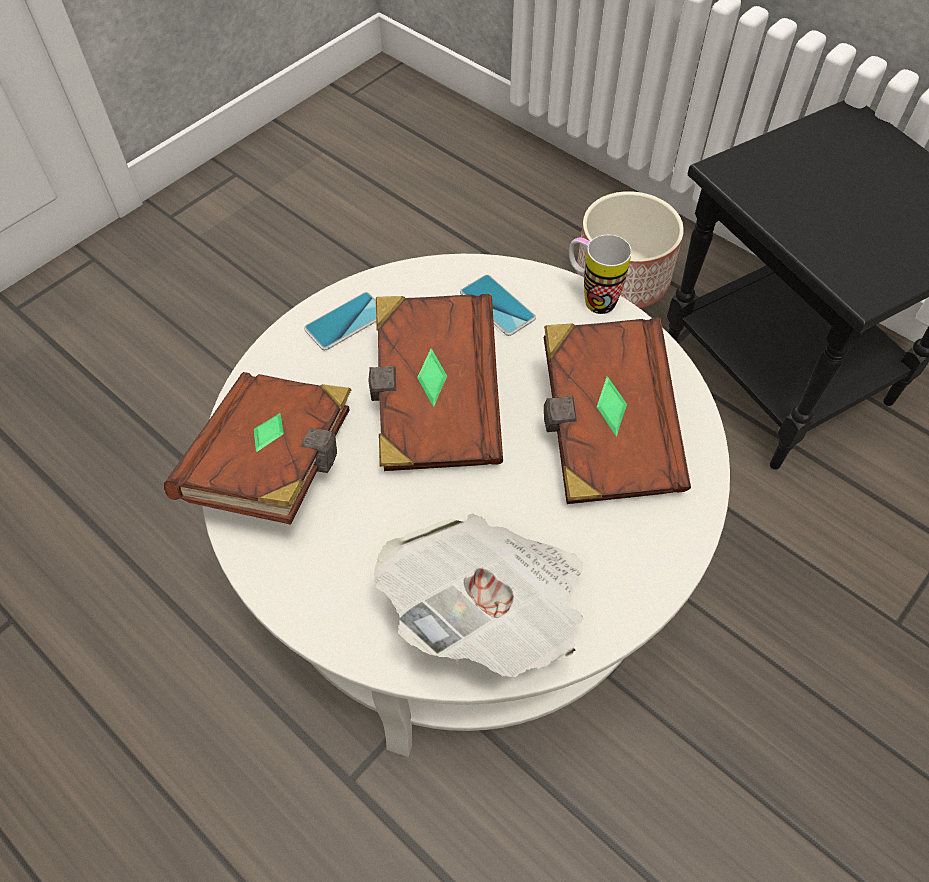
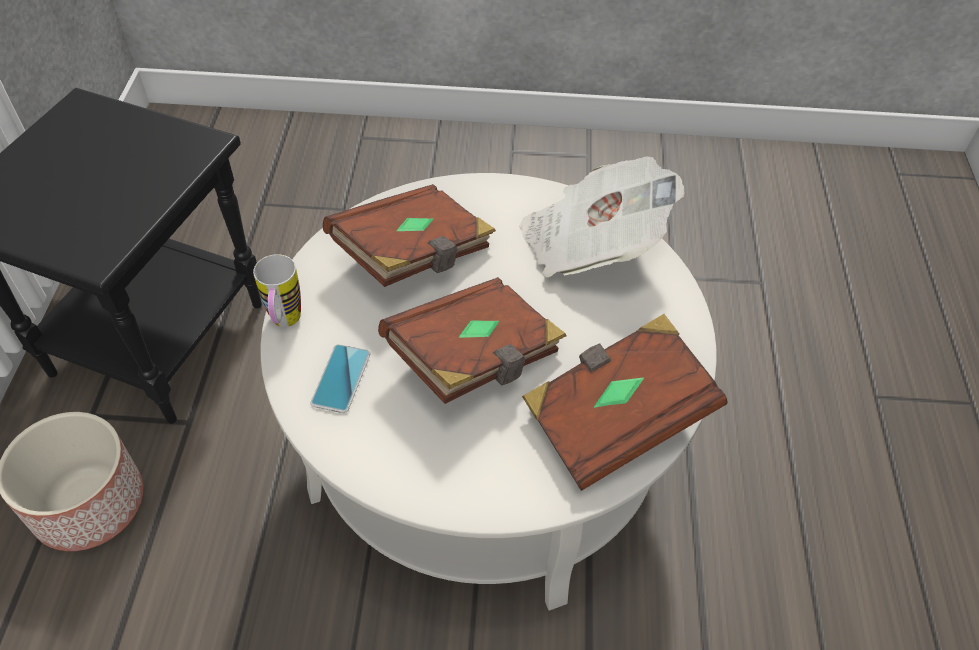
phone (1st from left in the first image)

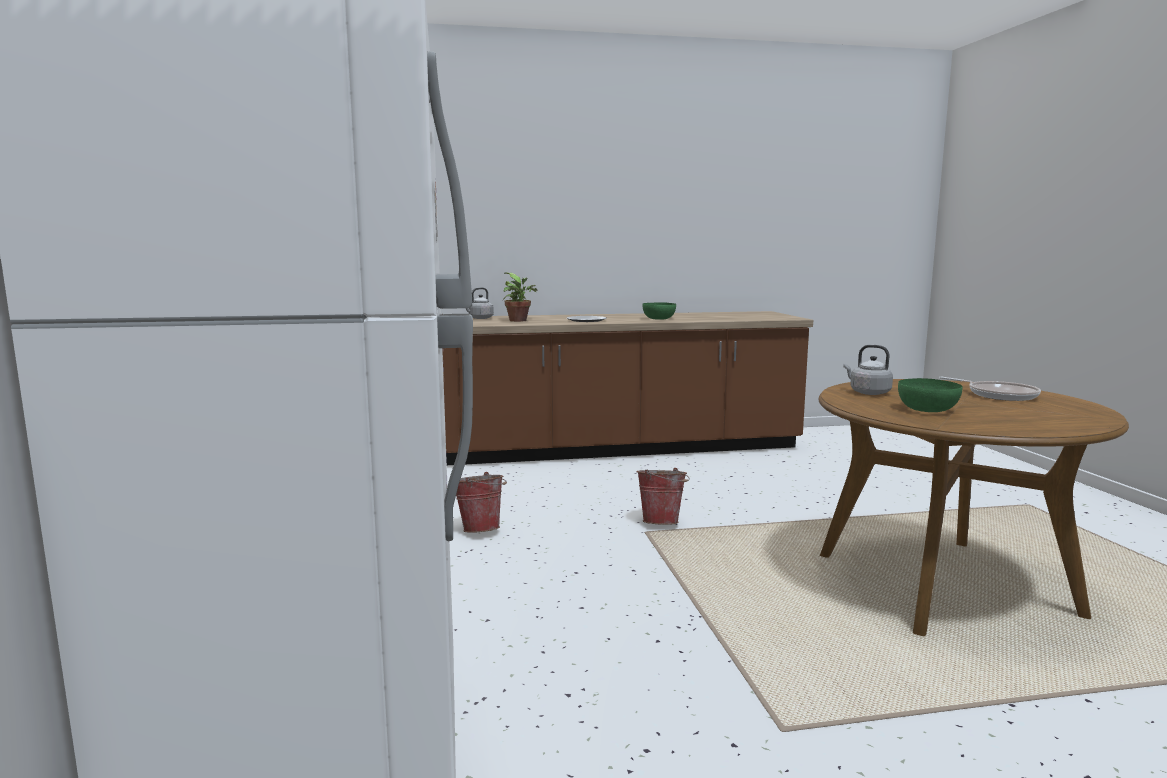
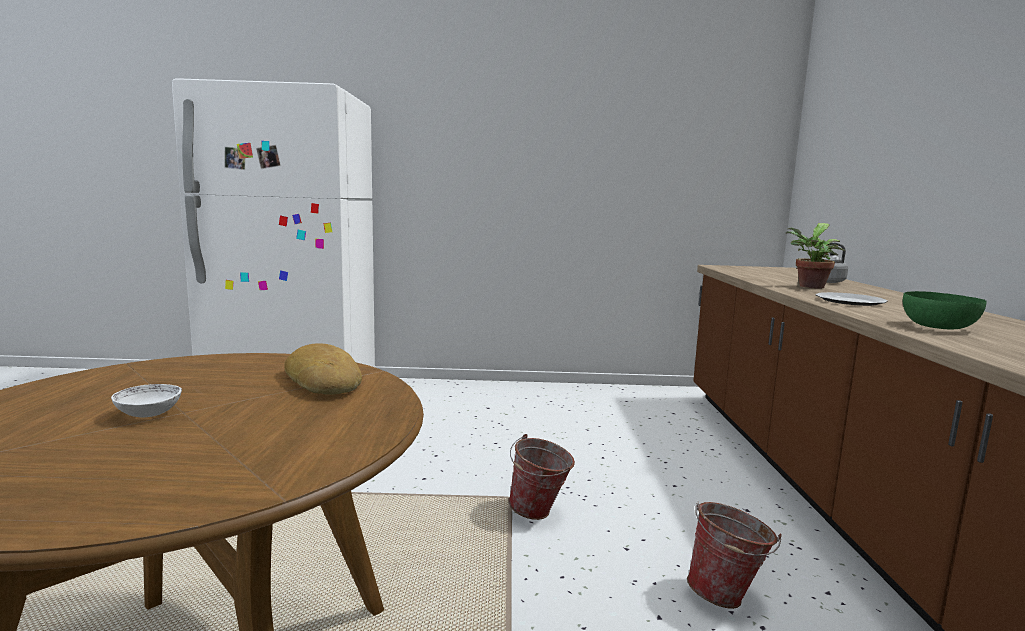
bread
frying pan
bowl in green (2nd from left in the first image)
bucket (2nd from left)
bowl in white

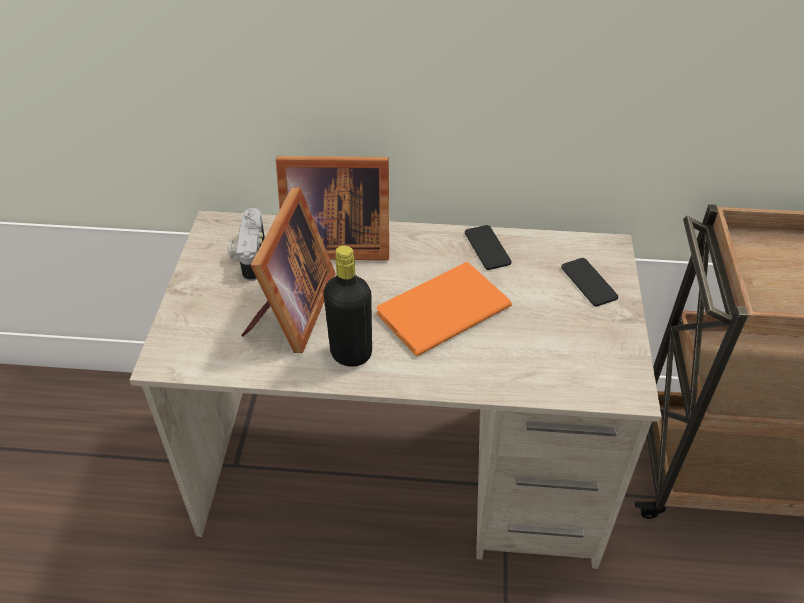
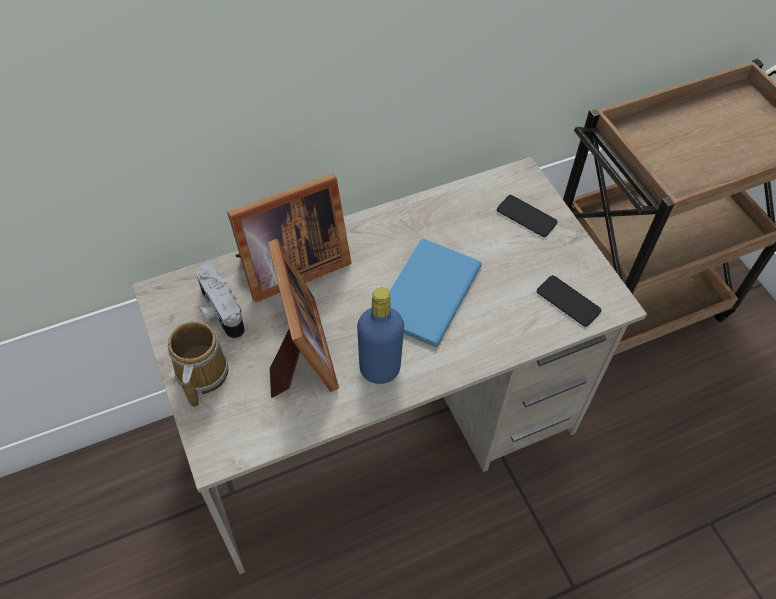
phone (2nd from left)
bottle in blue
book in blue
mug

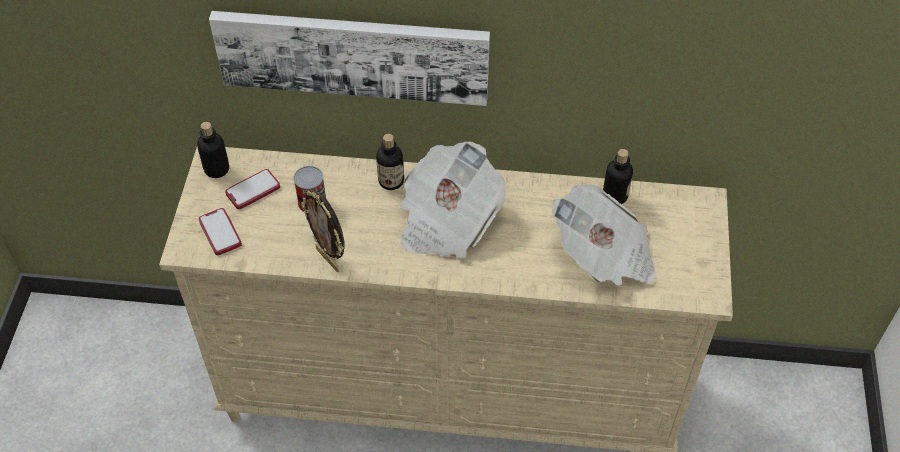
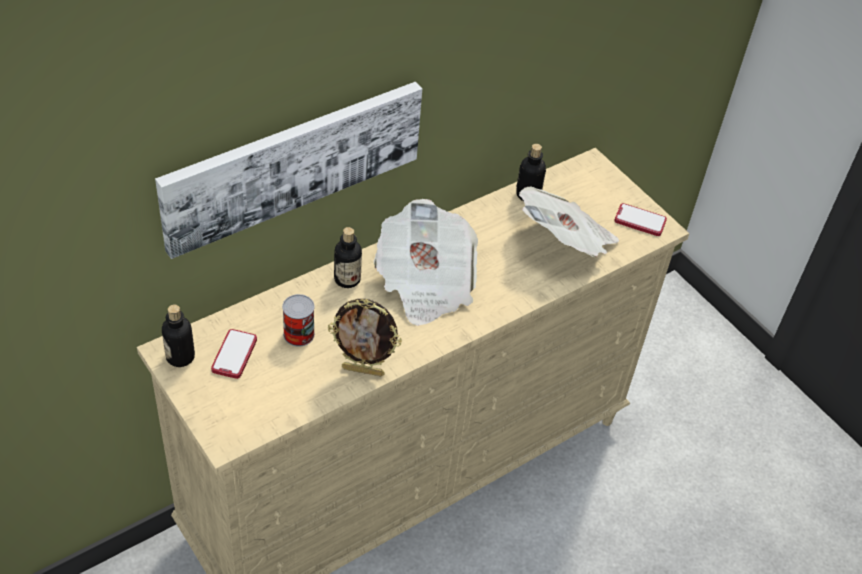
phone (2nd from left)

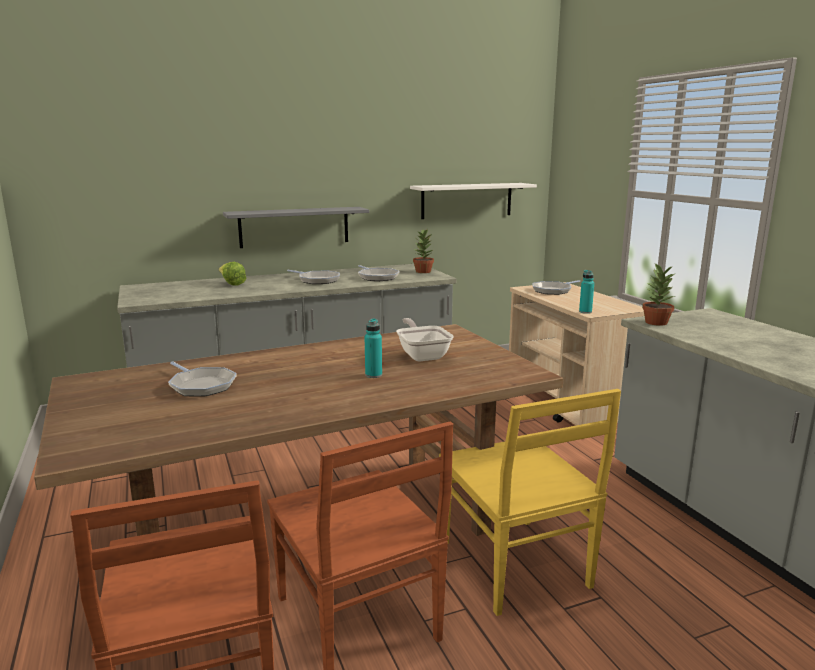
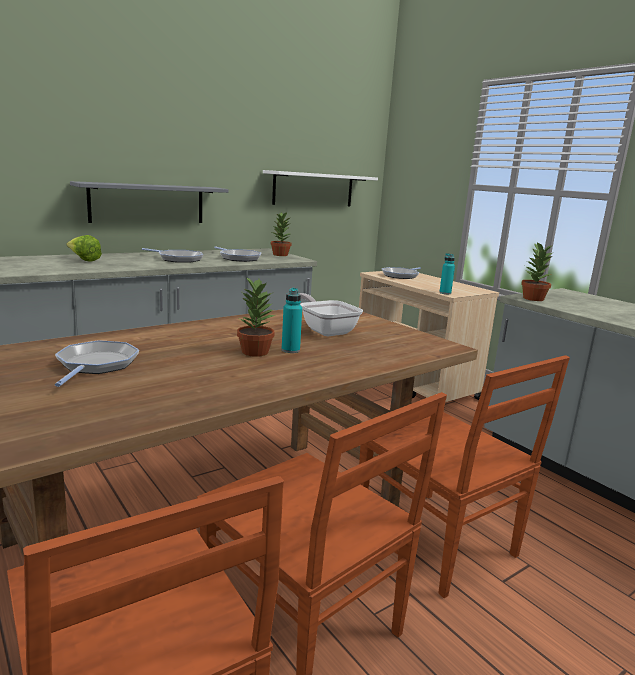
frying pan (1st from left)
chair in brown (3rd from left)
potted plant (1st from left)

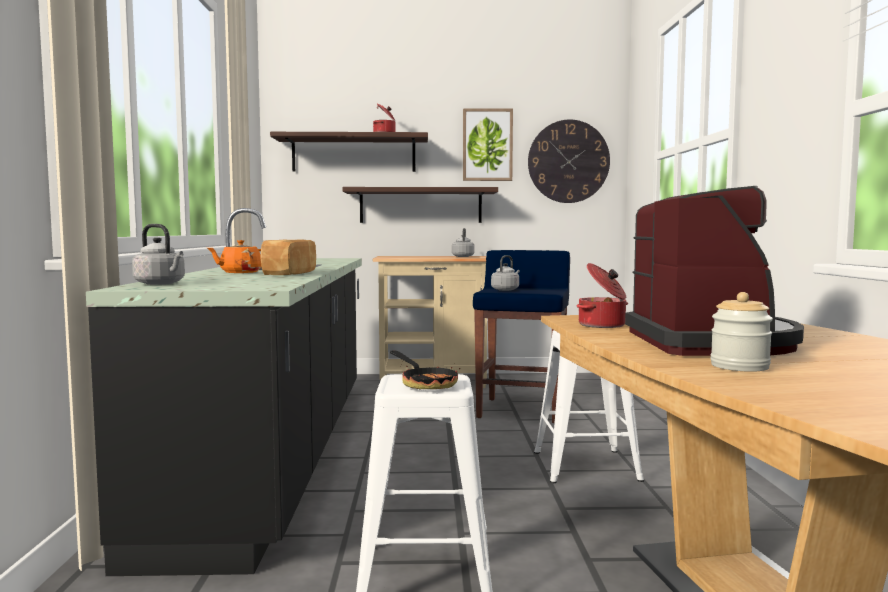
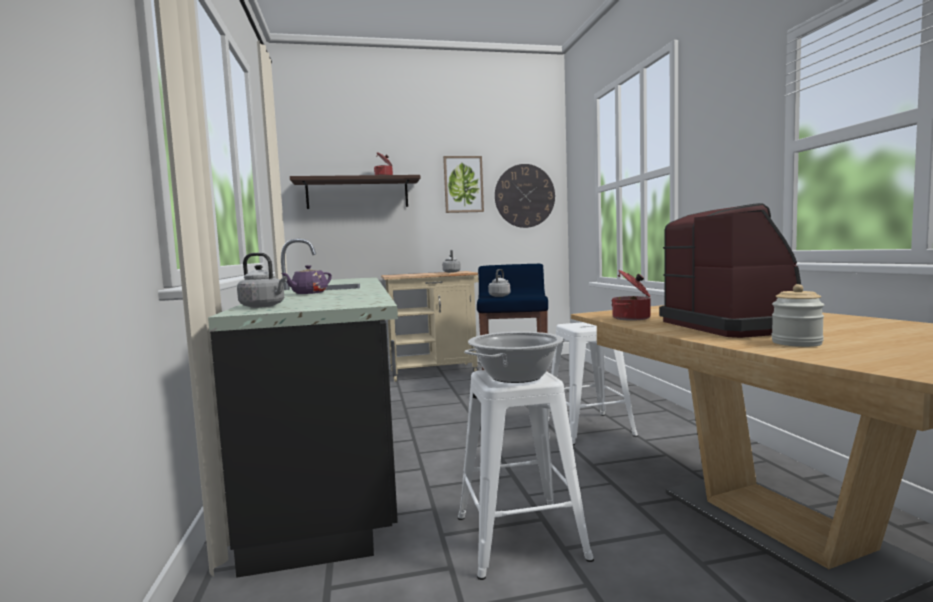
shelf (2nd from left in the first image)
teapot in purple
bread
cooking pot (2nd from left)

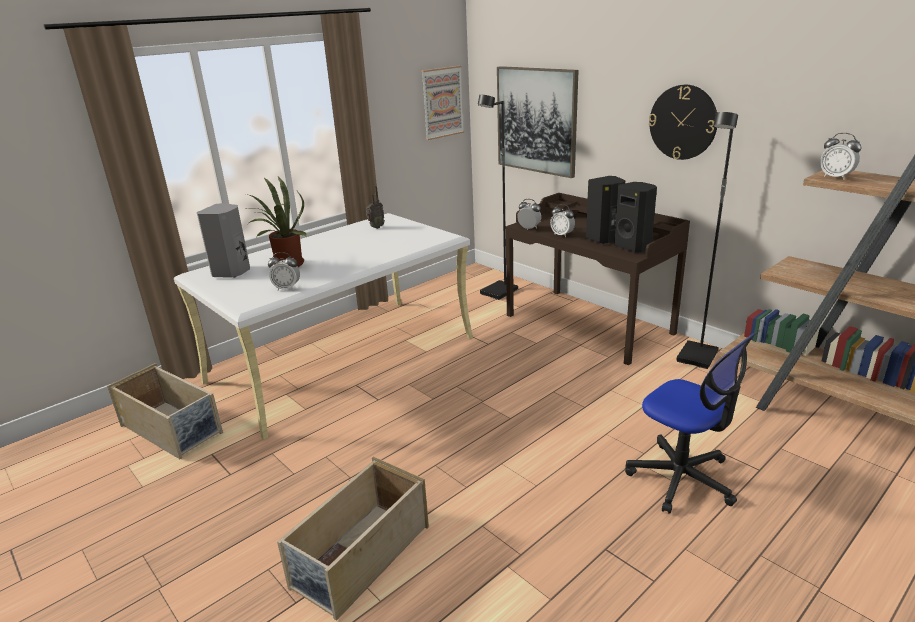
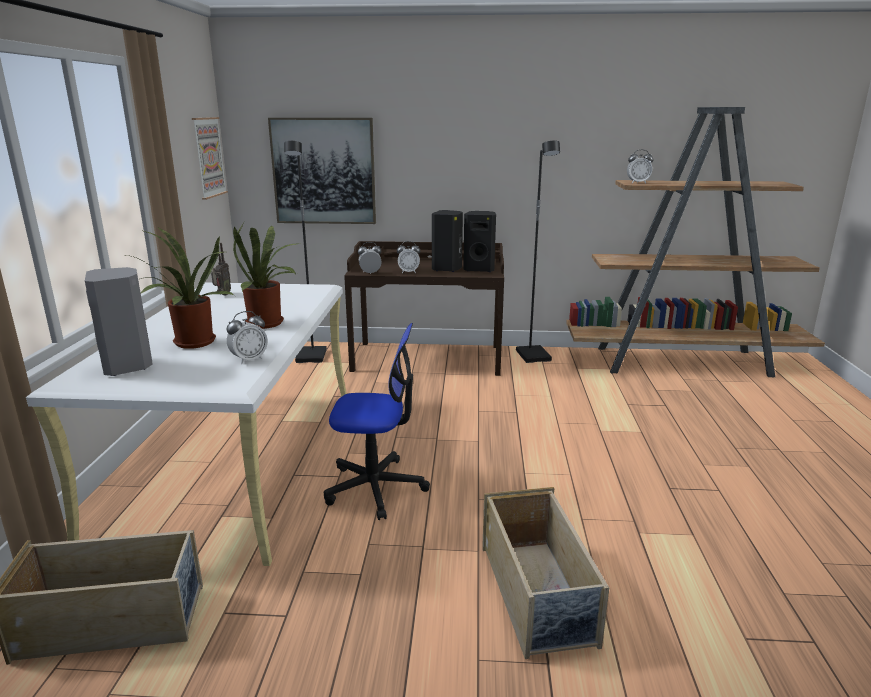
wall clock
office chair
potted plant (2nd from left)

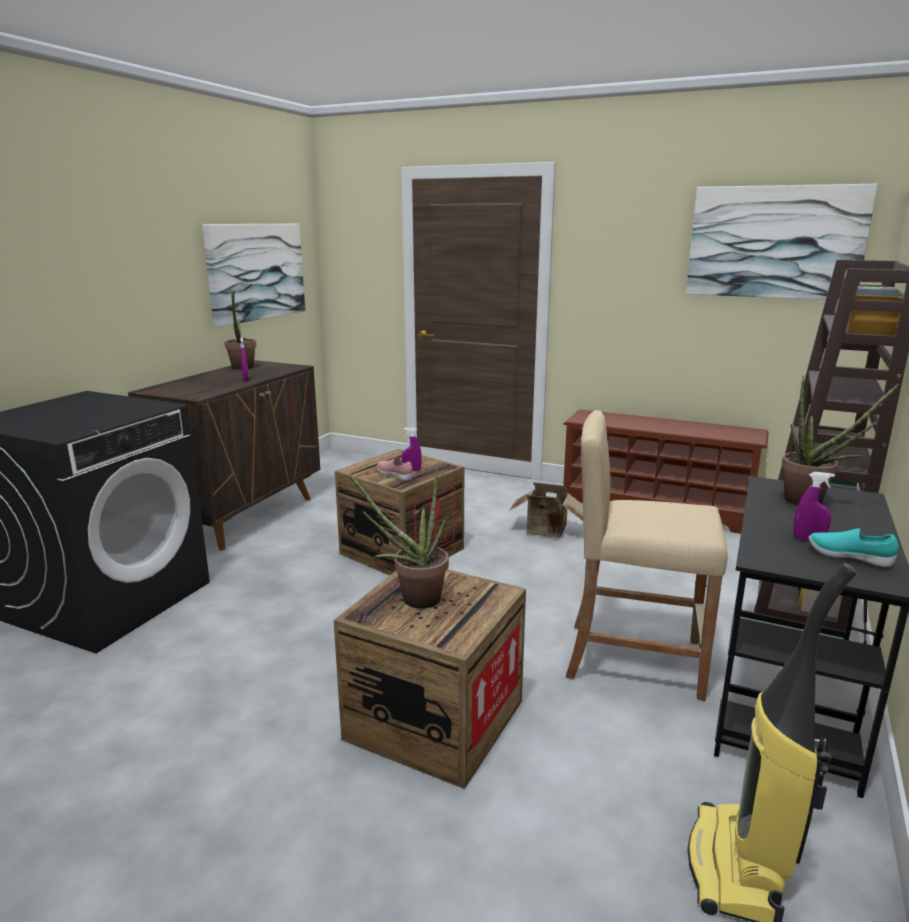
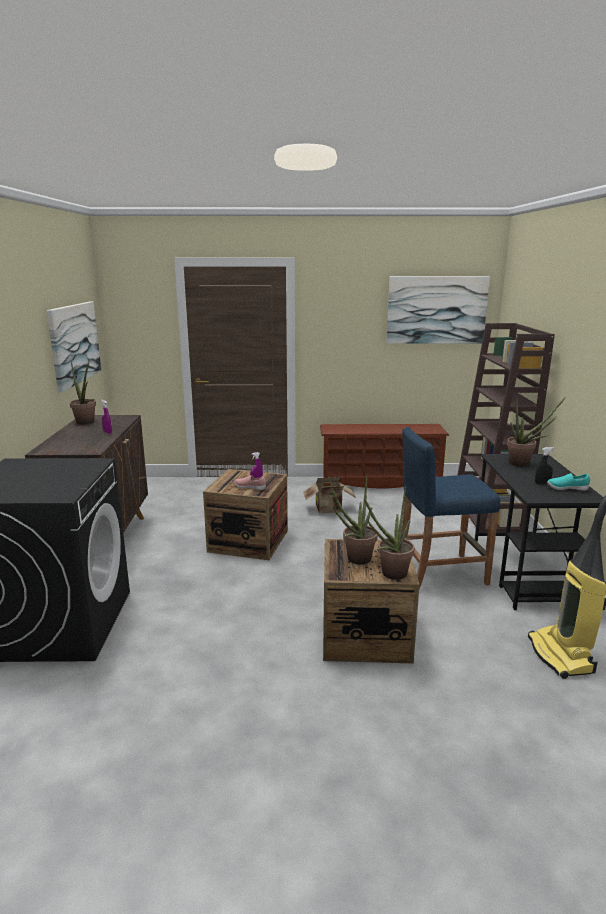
stool in blue
spray bottle in black
potted plant (3rd from left)

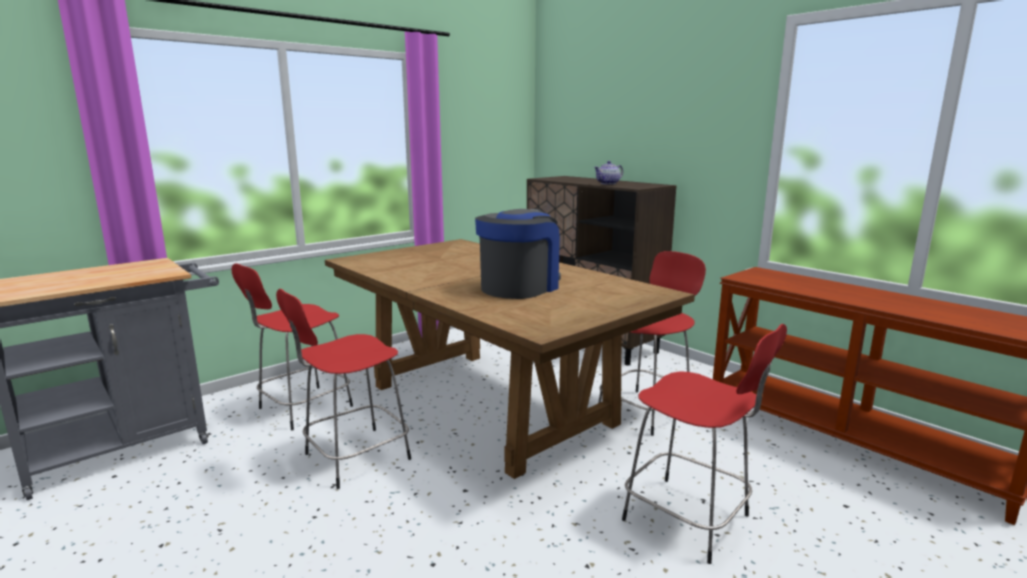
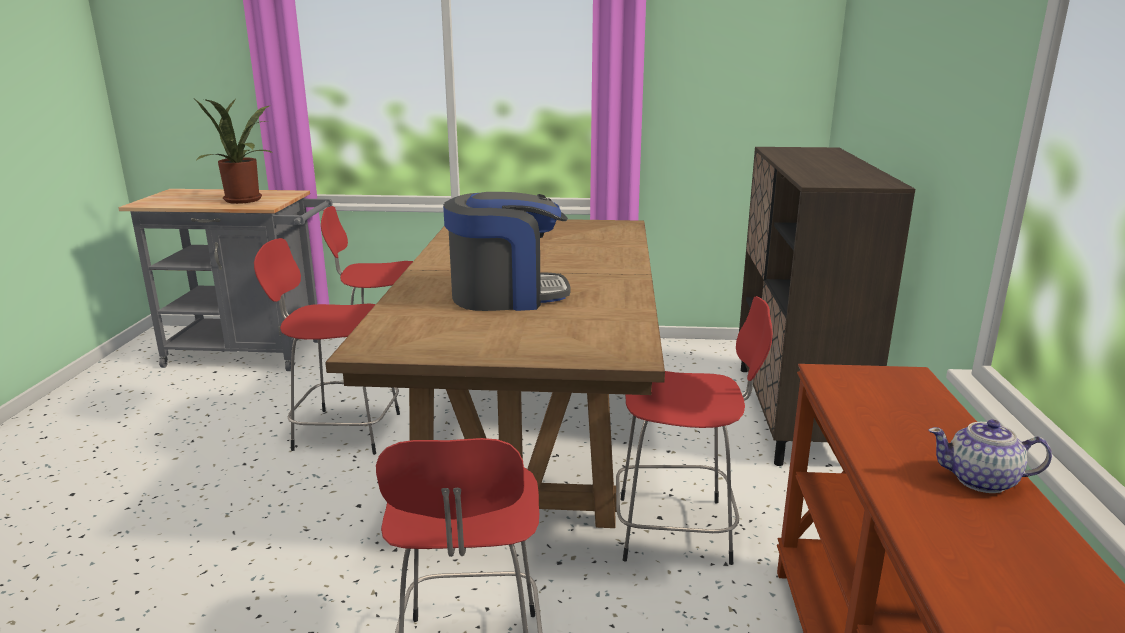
teapot
potted plant

